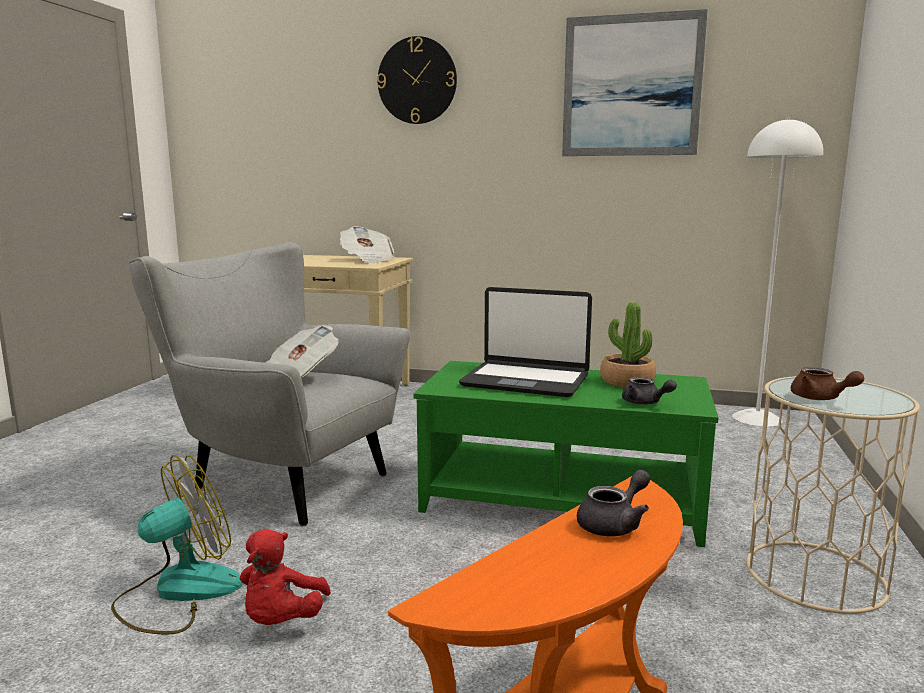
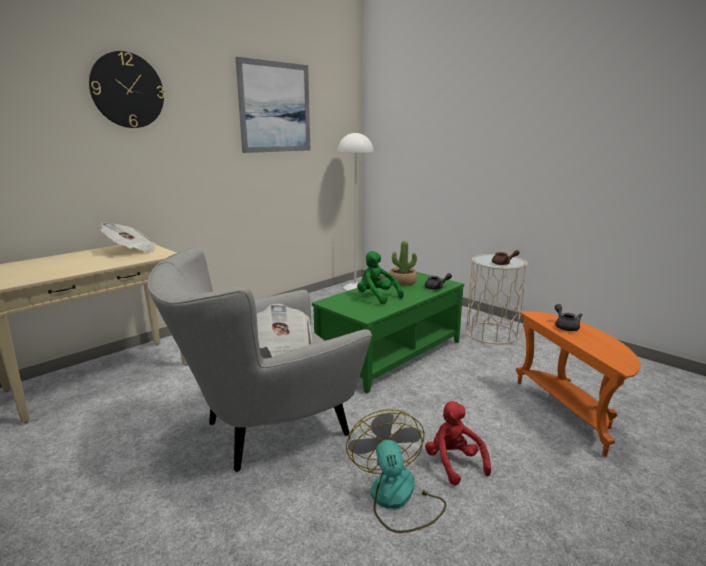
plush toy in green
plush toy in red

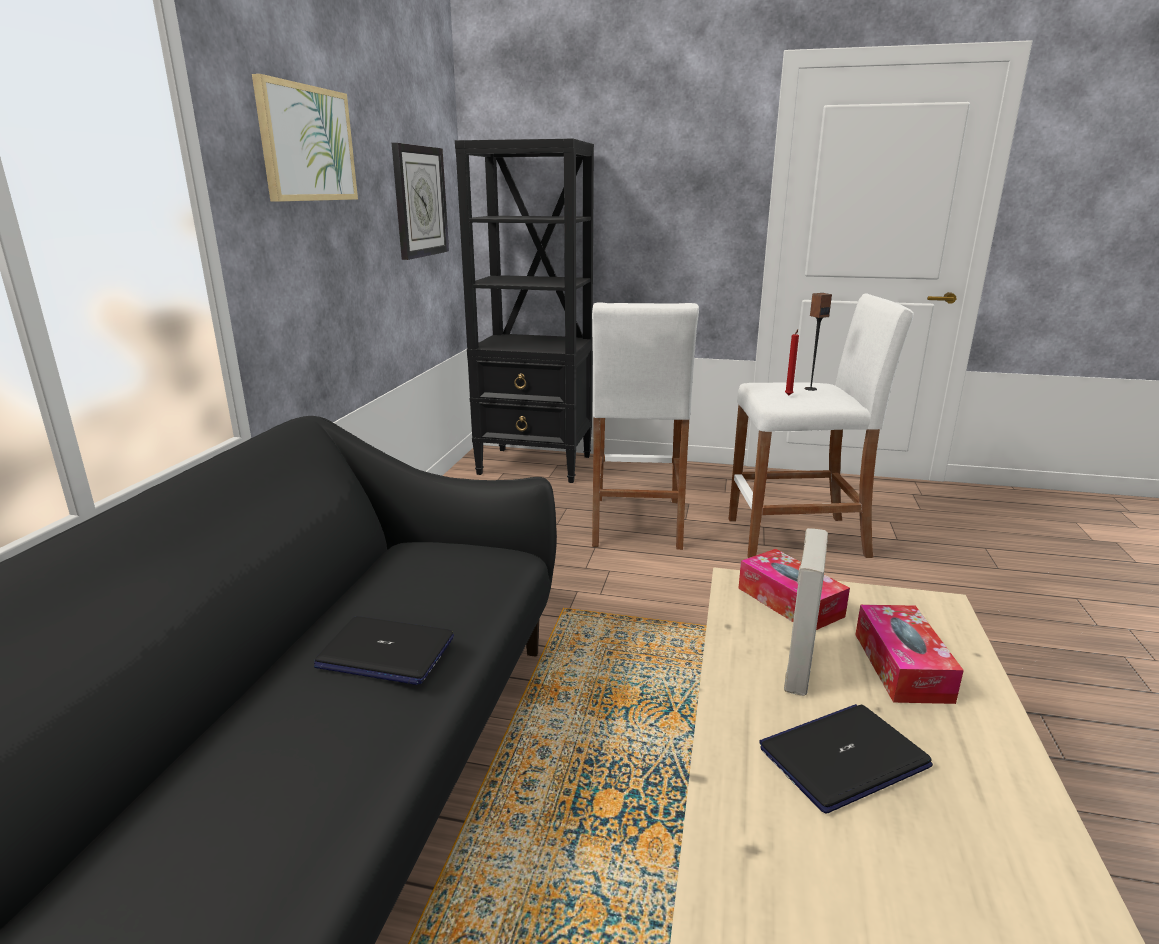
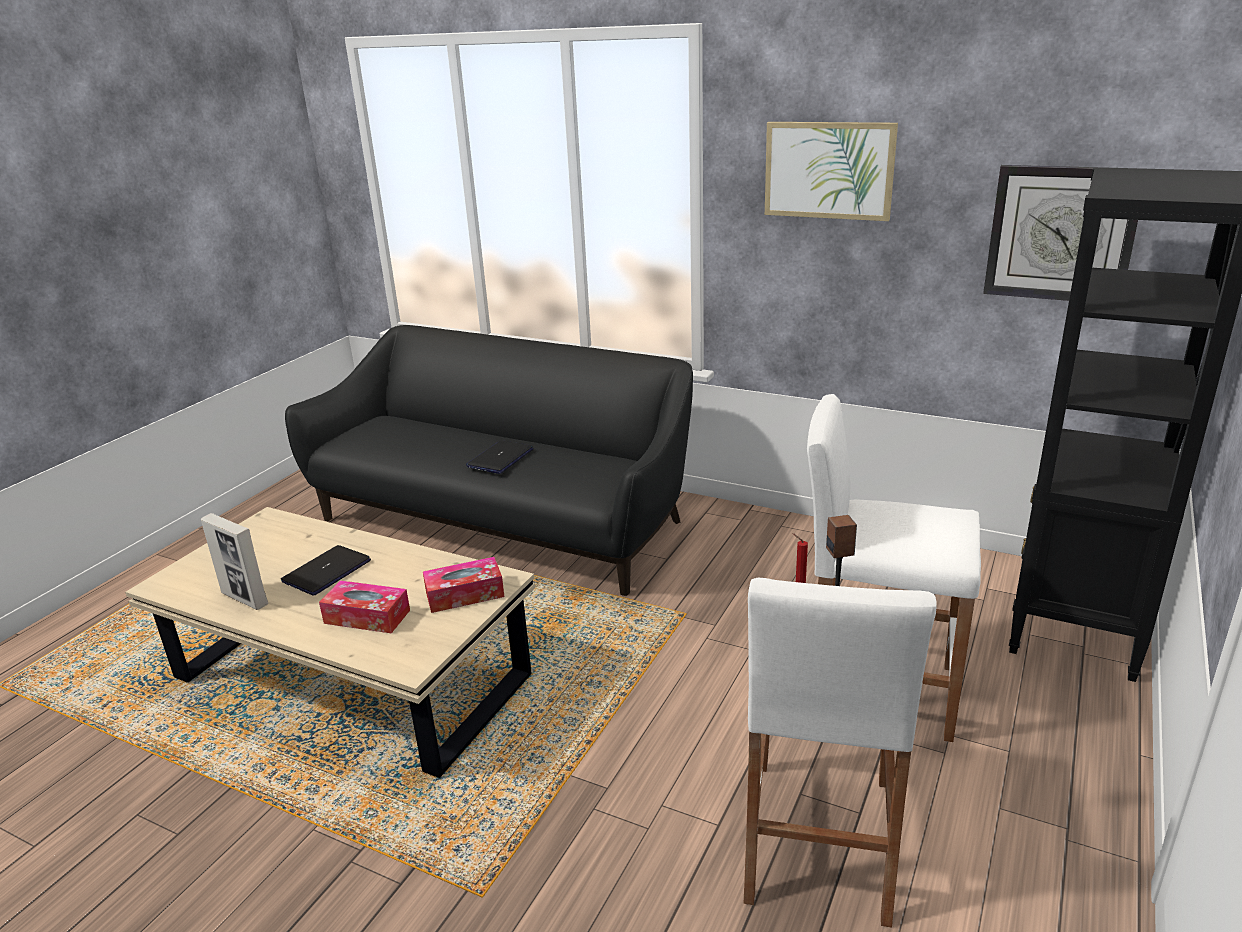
picture frame
laptop (1st from left)

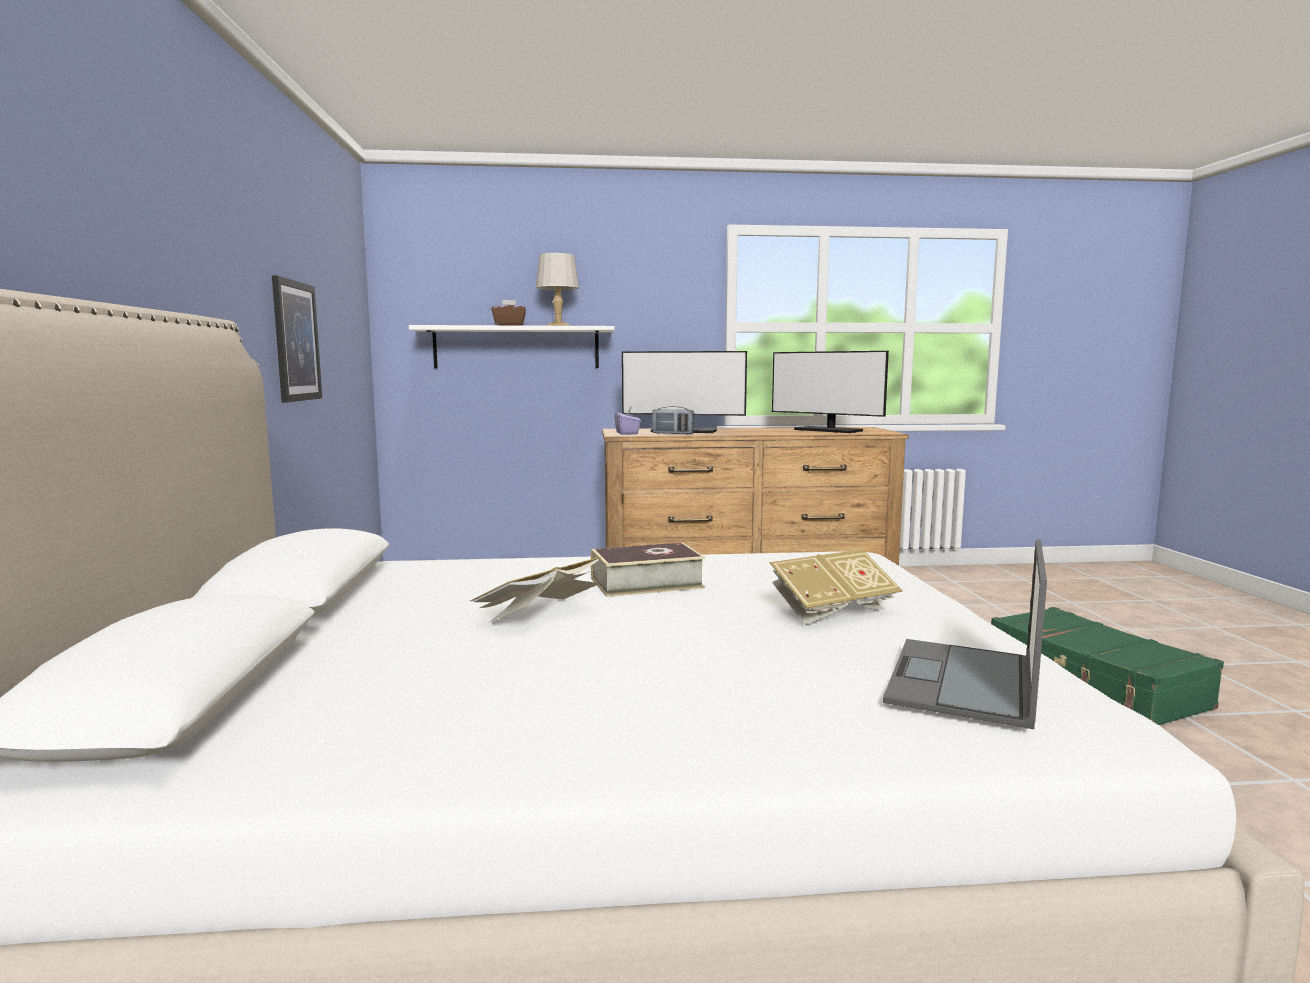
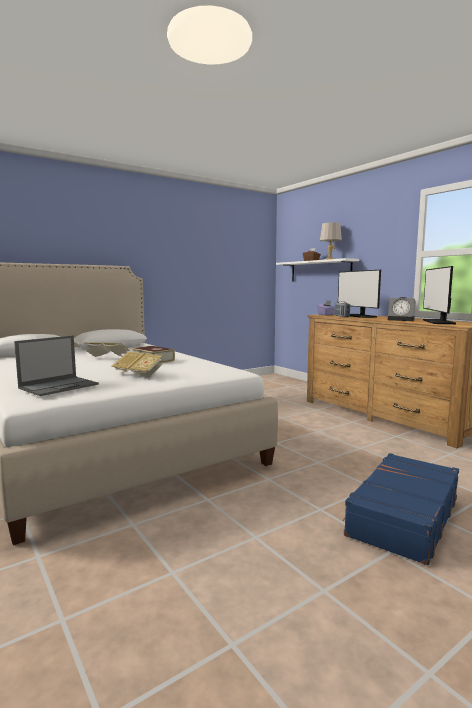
picture
laptop
suitcase in blue
alarm clock

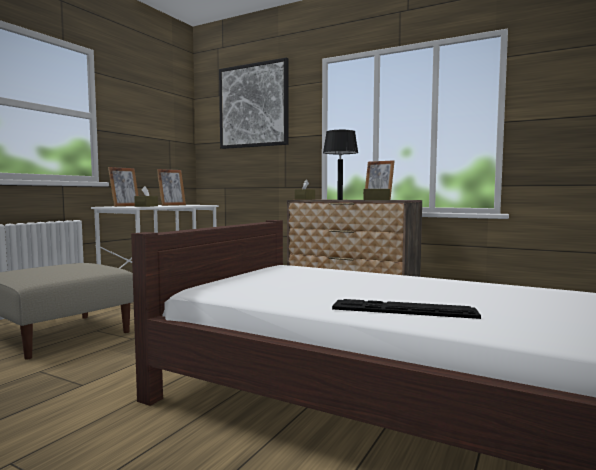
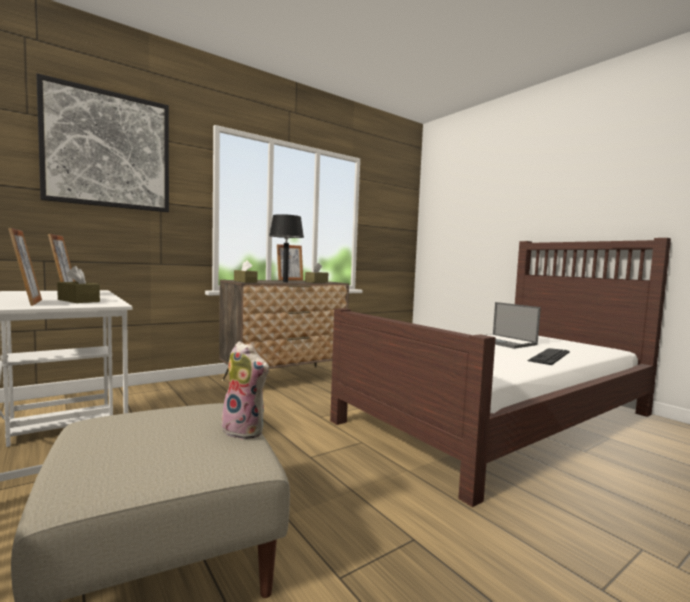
laptop
plush toy

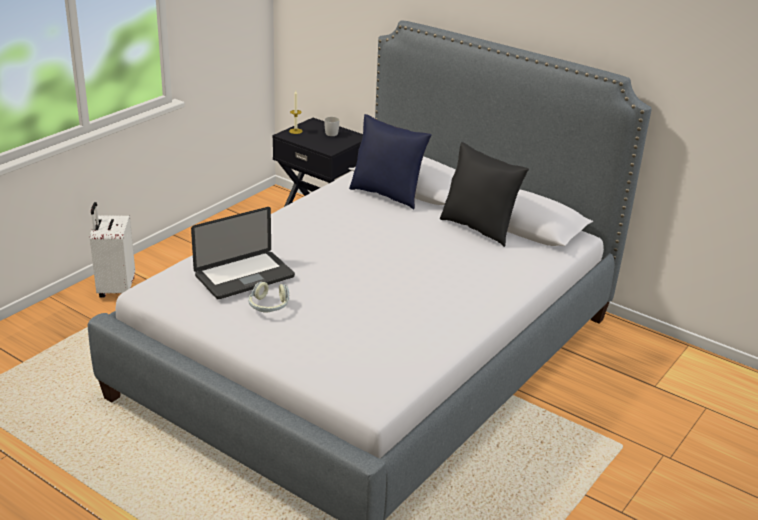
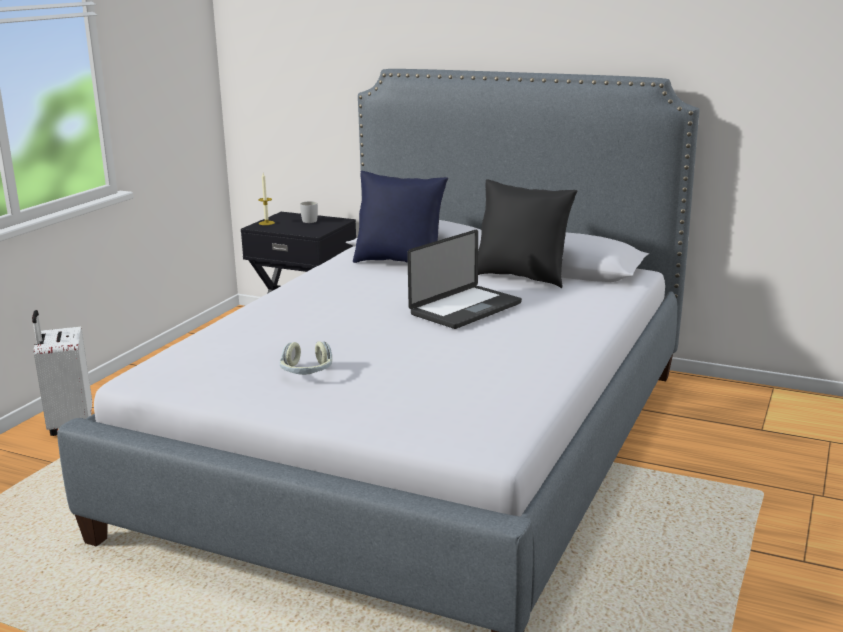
laptop

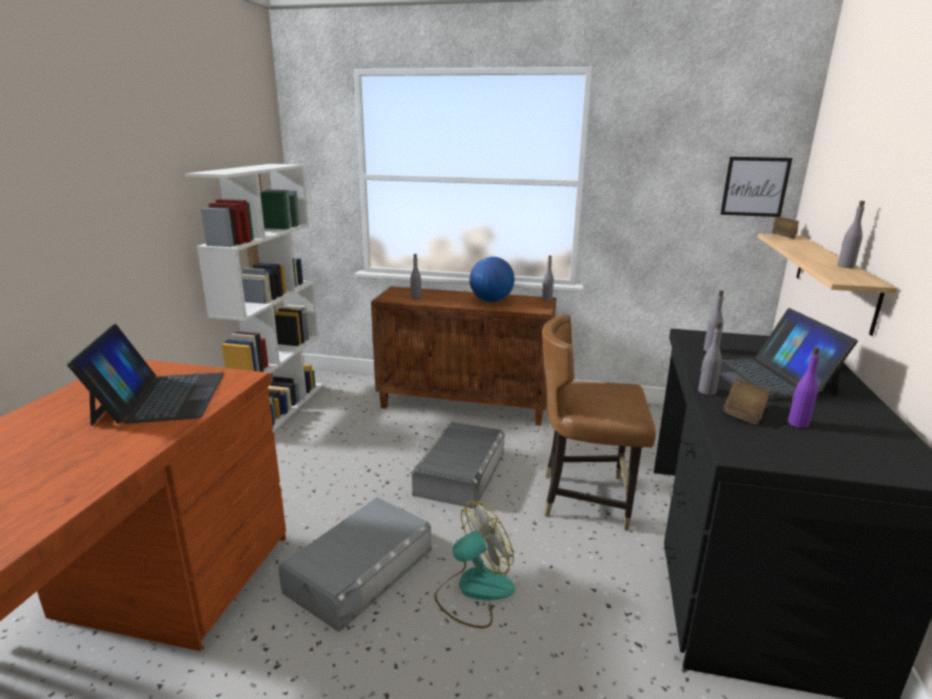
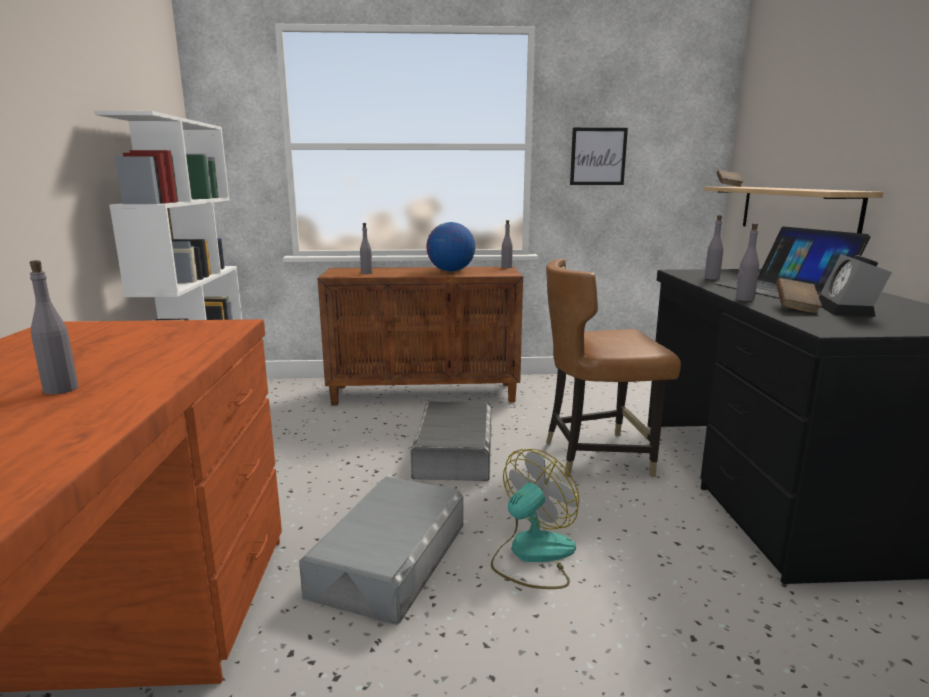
picture
bottle in grey (1st from left)
laptop (1st from left in the first image)
alarm clock

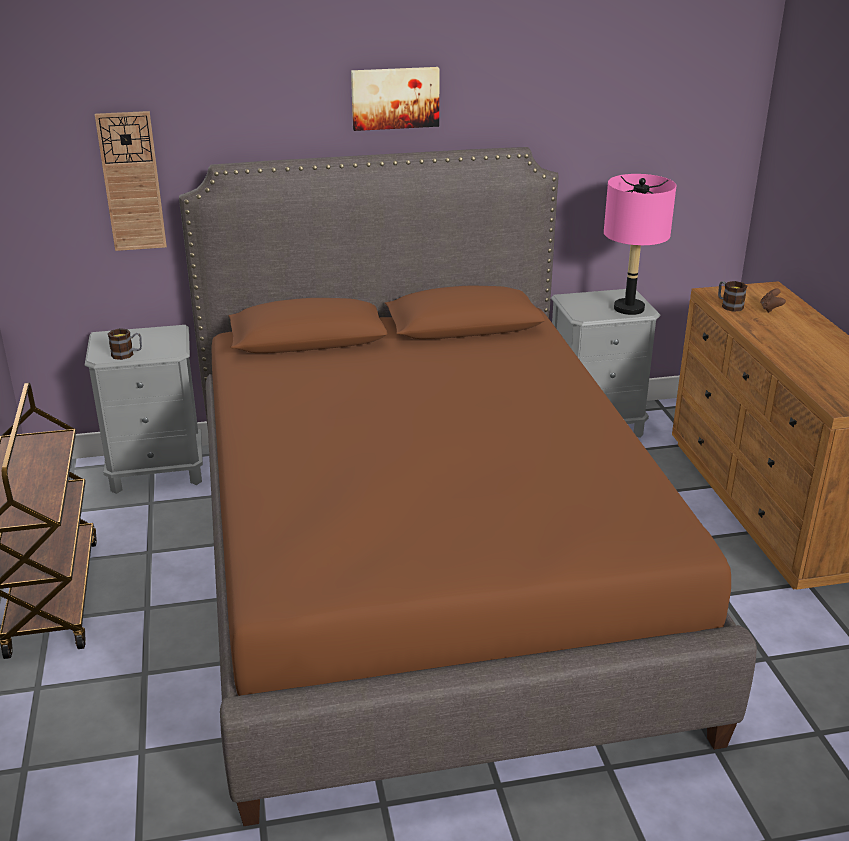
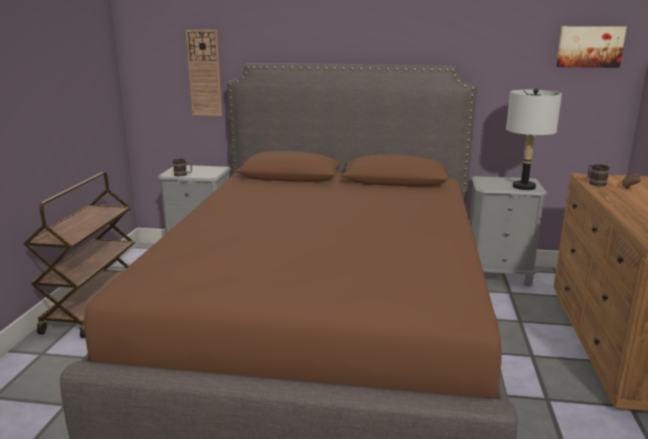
picture
table lamp in grey

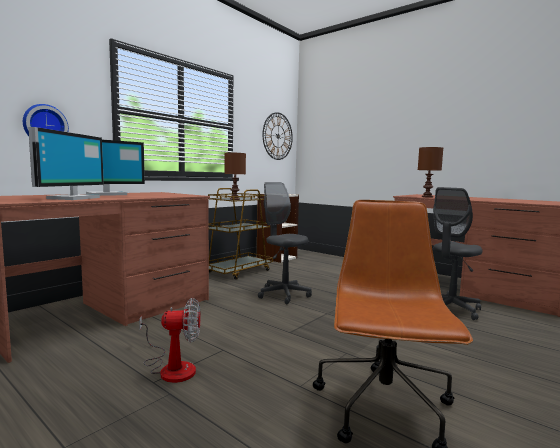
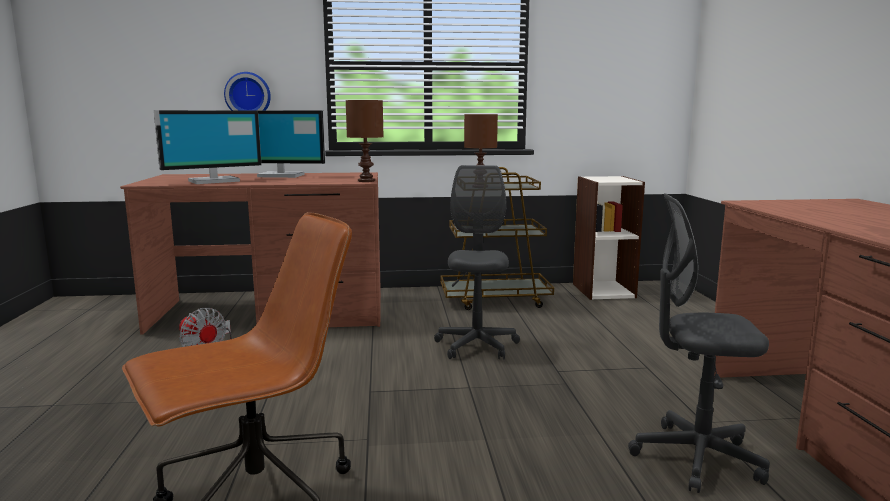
wall clock (2nd from left in the first image)
table lamp in brown (1st from left)

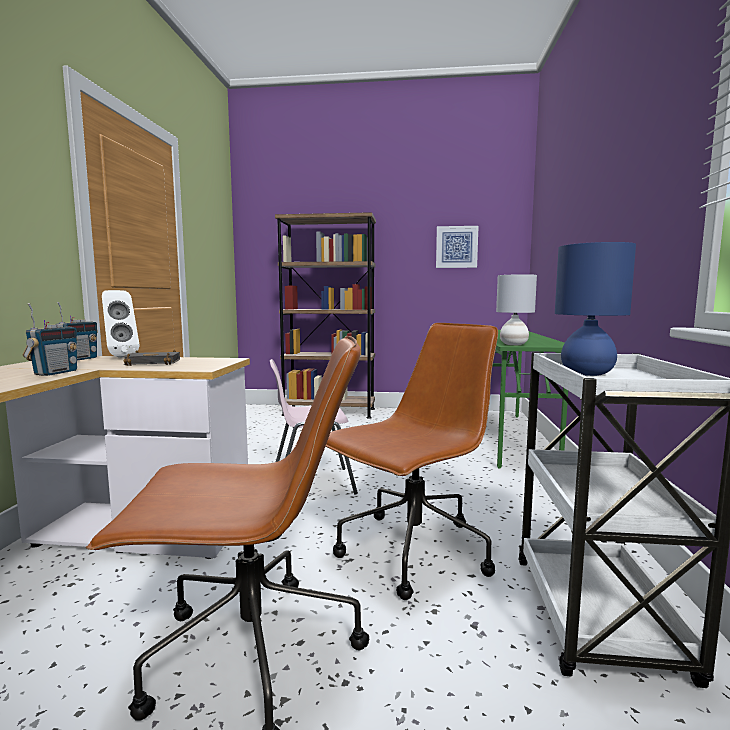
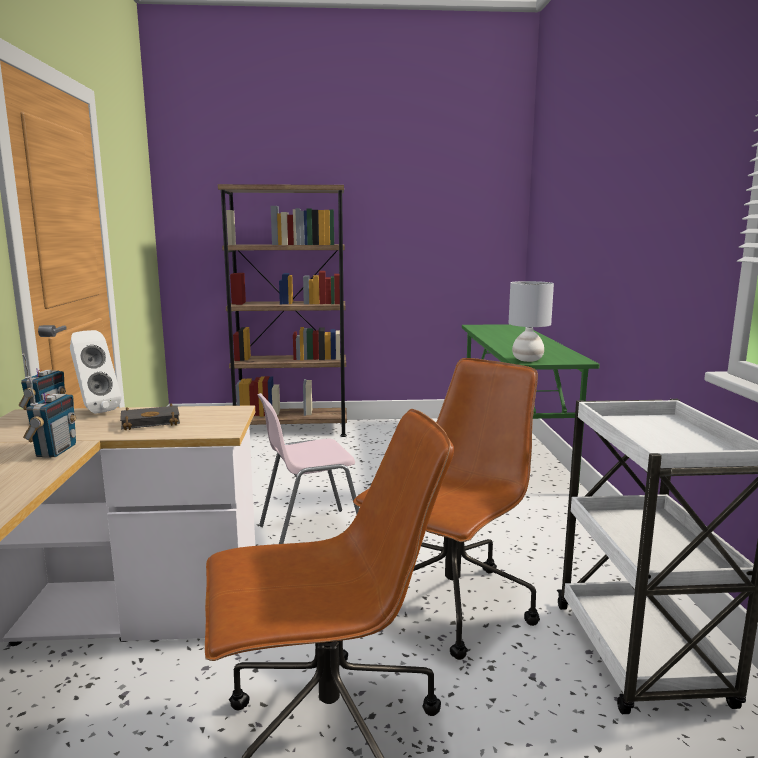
picture
table lamp in blue

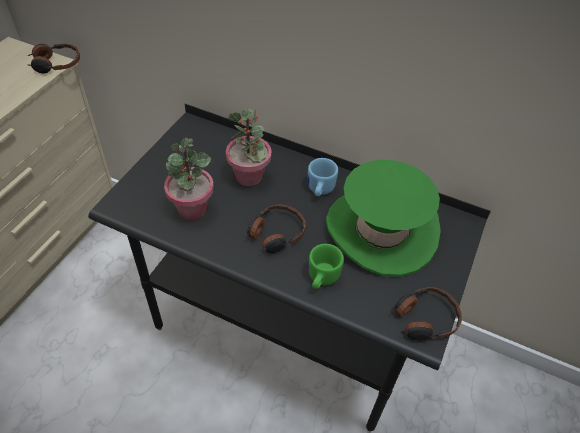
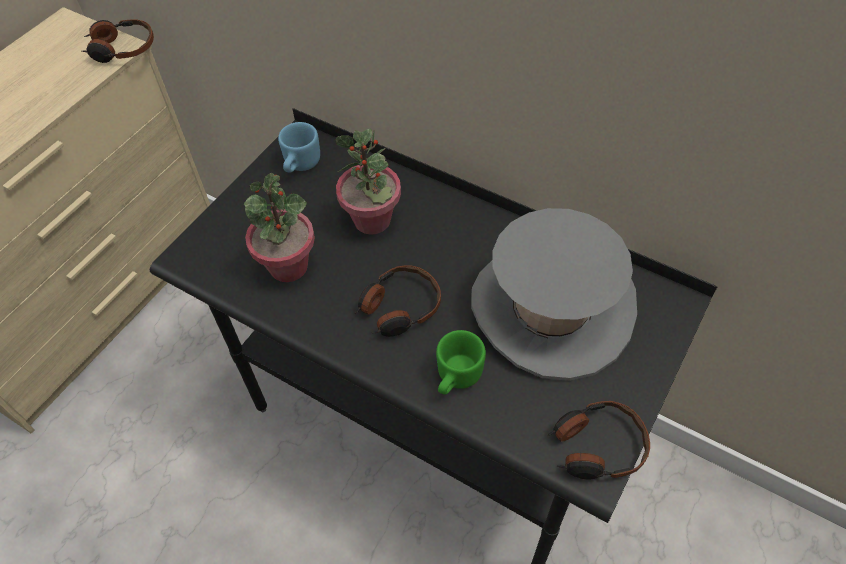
mug in blue
hat in grey

